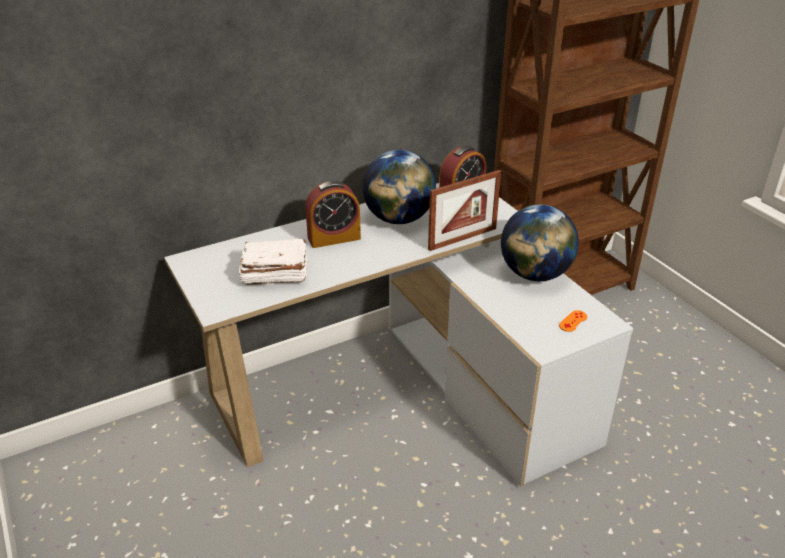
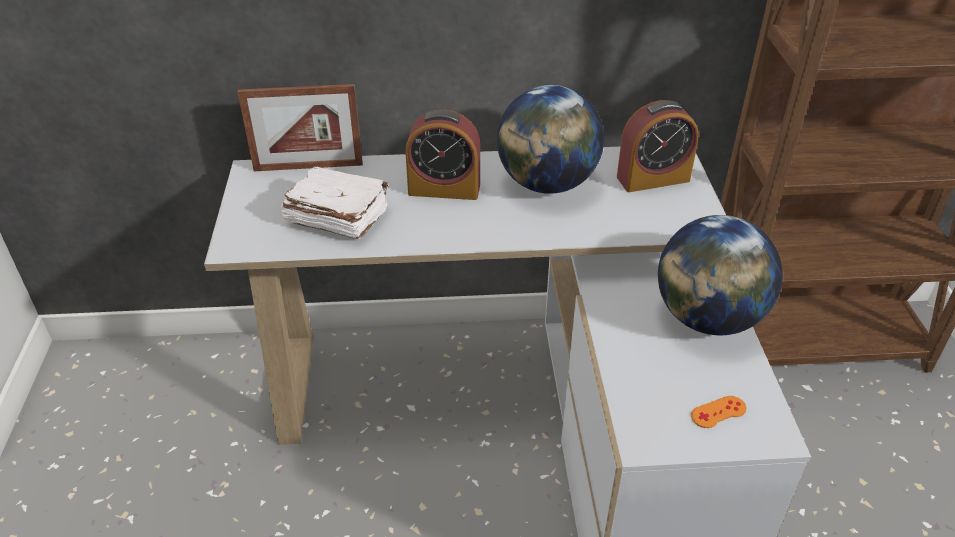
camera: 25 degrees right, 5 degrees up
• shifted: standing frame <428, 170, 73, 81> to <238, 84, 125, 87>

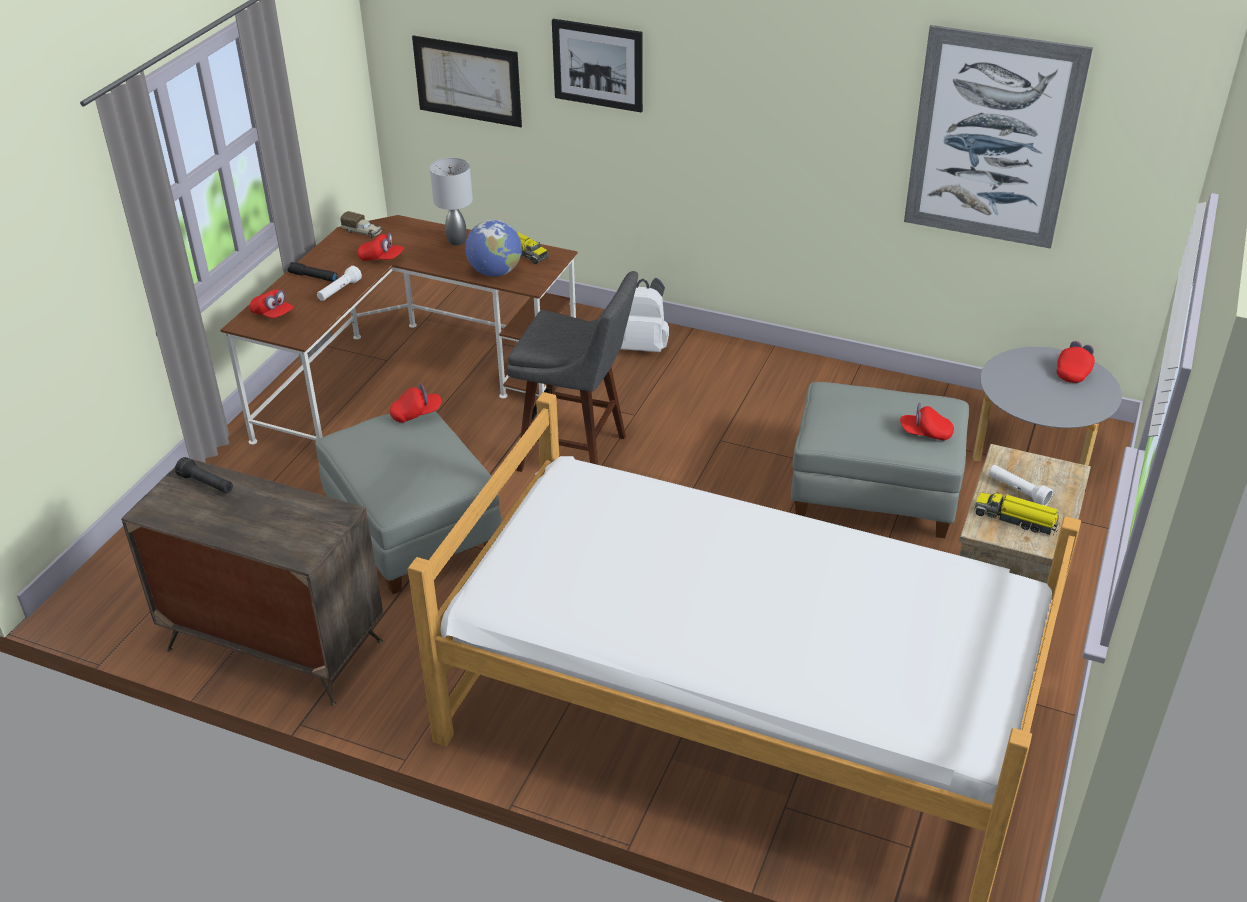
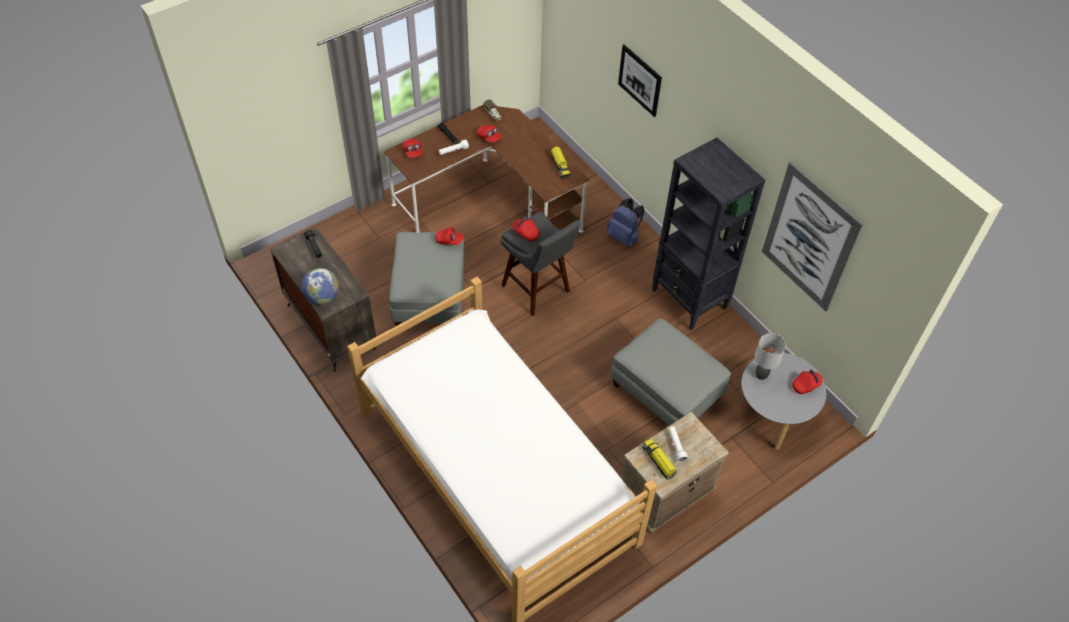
camera: 30 degrees right, 15 degrees up
• gone: wall picture <412, 36, 110, 91>
• shifted: table lamp (gray) <430, 158, 43, 87> to <754, 333, 32, 47>
• shifted: globe <465, 220, 57, 57> to <302, 268, 37, 37>
• repainted: knapsack (white-coloured) <621, 278, 48, 74> to knapsack (blue-coloured) <607, 199, 37, 48>
• shifted: baseball cap (red-coloured) <900, 403, 54, 38> to <513, 216, 26, 25>
• new: bookshelf (black-coloured) <652, 137, 113, 193>

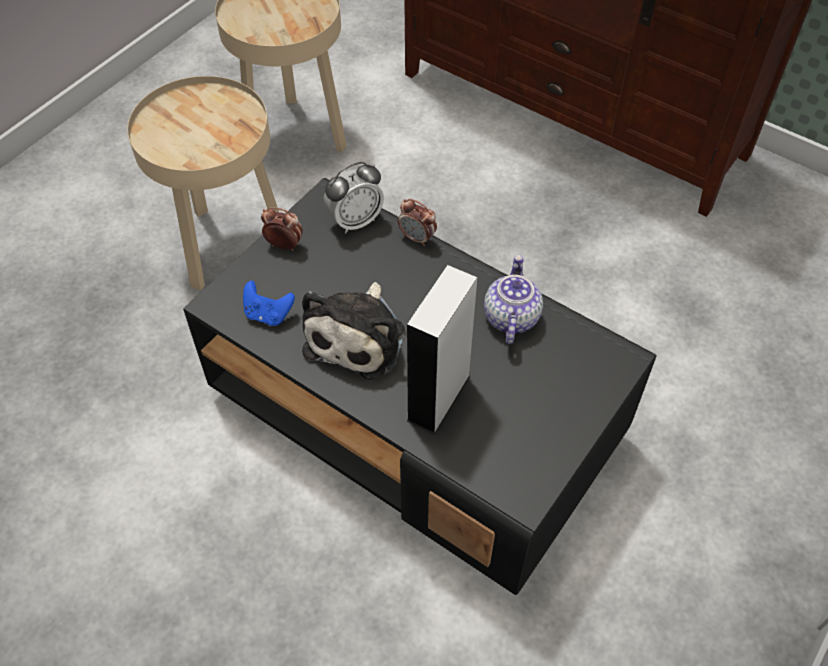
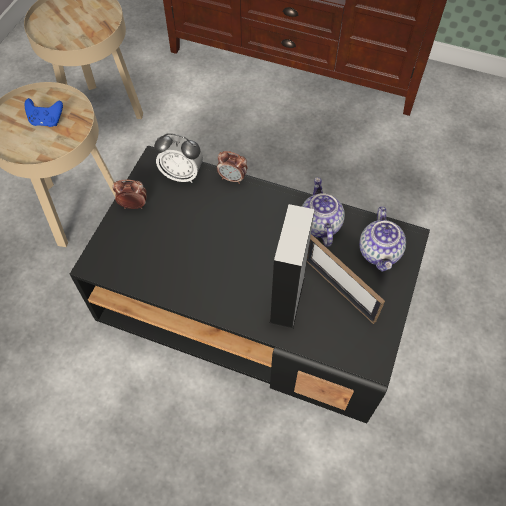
camera: 15 degrees left, 5 degrees up
• shifted: joypad (blue-coloured) <243, 281, 52, 45> to <25, 98, 38, 29>
• gone: soft toy <302, 282, 103, 98>
• rotated: table clock <324, 162, 60, 71> = <154, 133, 49, 50> 60 degrees clockwise
• new: standing frame <307, 234, 78, 90>
• new: pot for tea <359, 207, 47, 65>

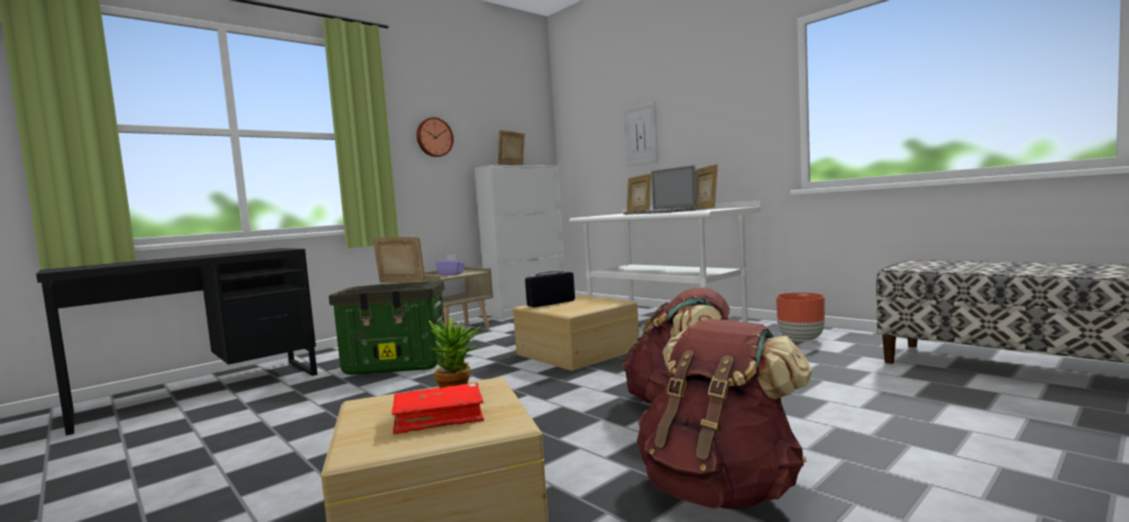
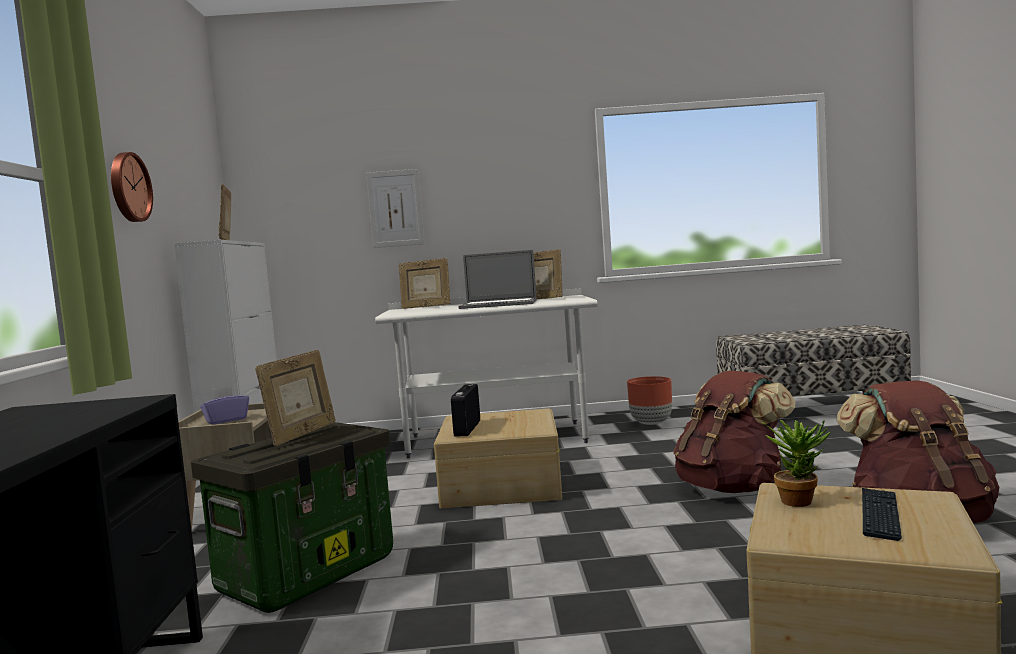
camera: 50 degrees left, 0 degrees up
• rotated: standing frame <373, 237, 53, 46> = <255, 350, 81, 96> 150 degrees clockwise
• swapped: volume (red-coloured) <392, 383, 92, 51> to computer keyboard <862, 488, 40, 53>

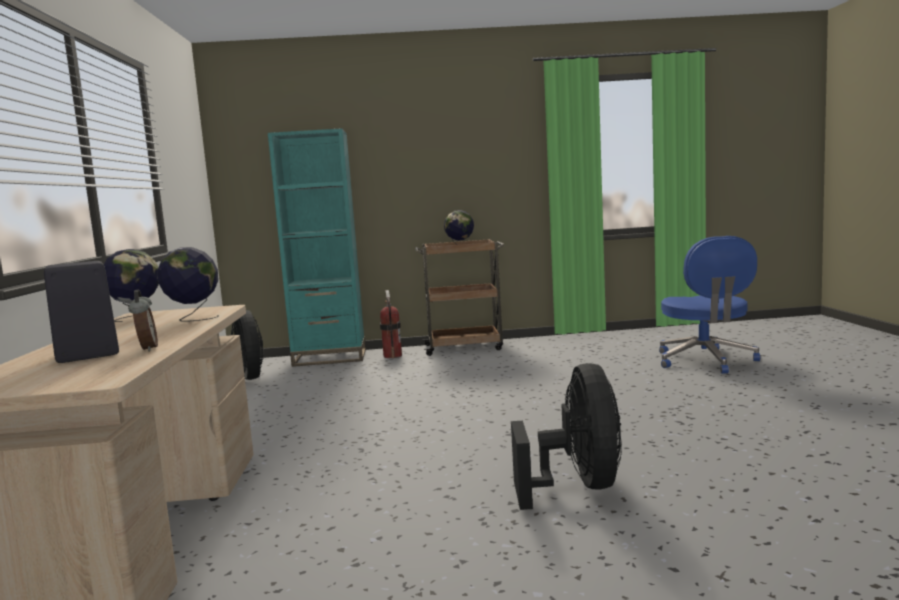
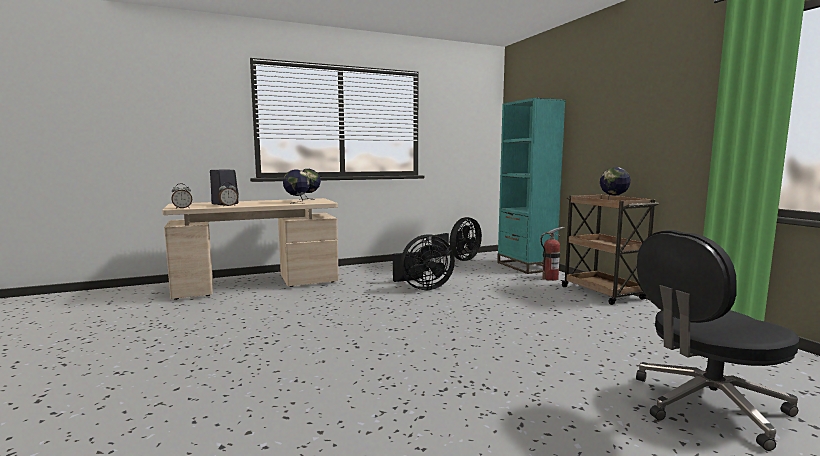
camera: 70 degrees right, 0 degrees up
• shifted: fan (black-coloured) <511, 363, 111, 147> to <393, 234, 62, 56>
• repainted: desk chair (blue-coloured) <659, 236, 101, 138> to desk chair (black-coloured) <636, 230, 163, 221>
• new: table clock <171, 183, 21, 26>

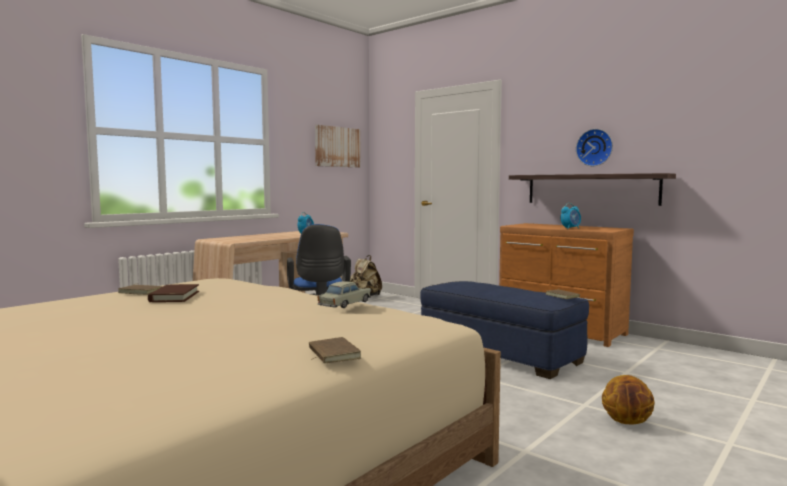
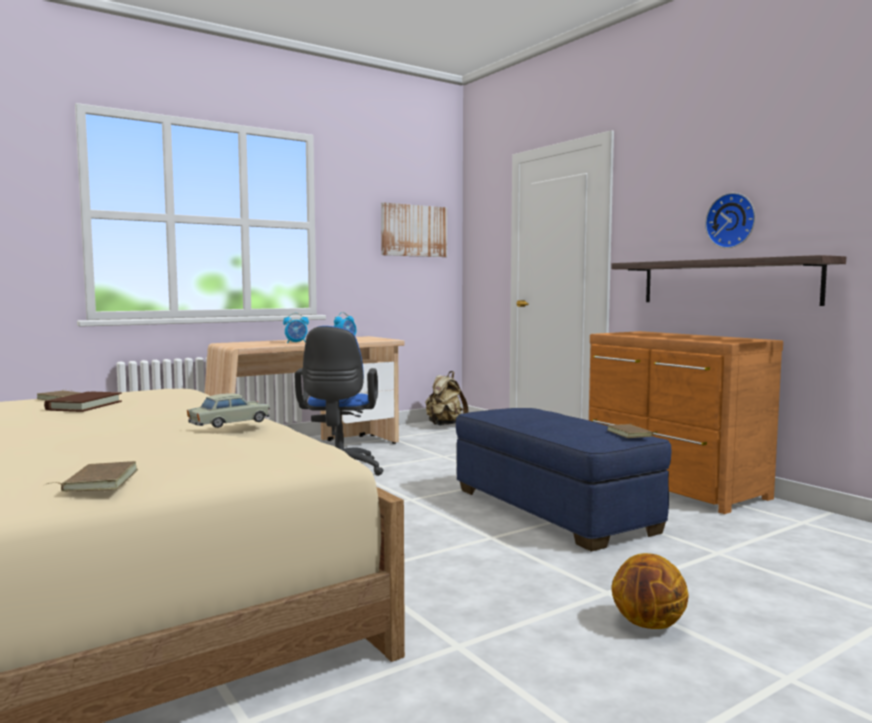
camera: 15 degrees right, 0 degrees up
• shifted: table clock <561, 203, 20, 26> to <283, 313, 26, 31>

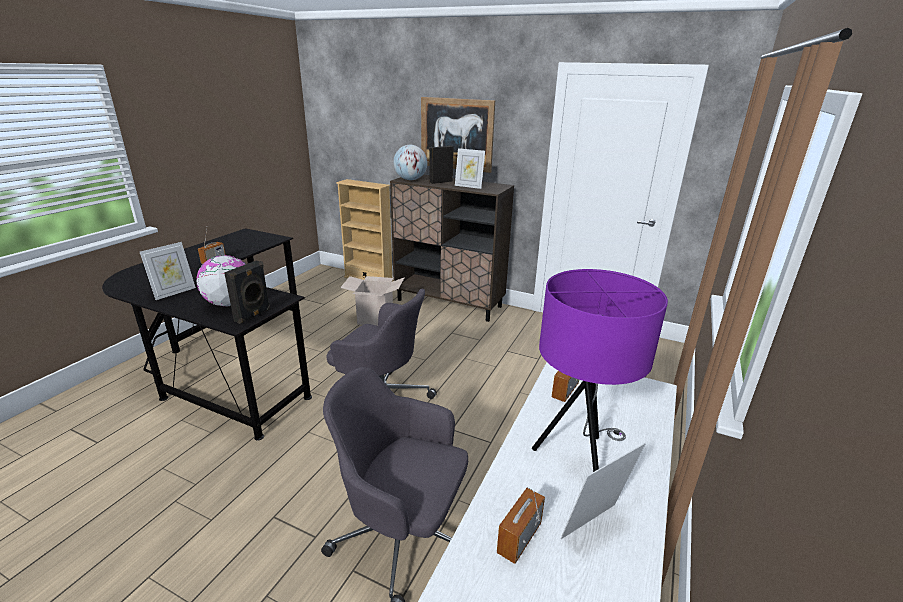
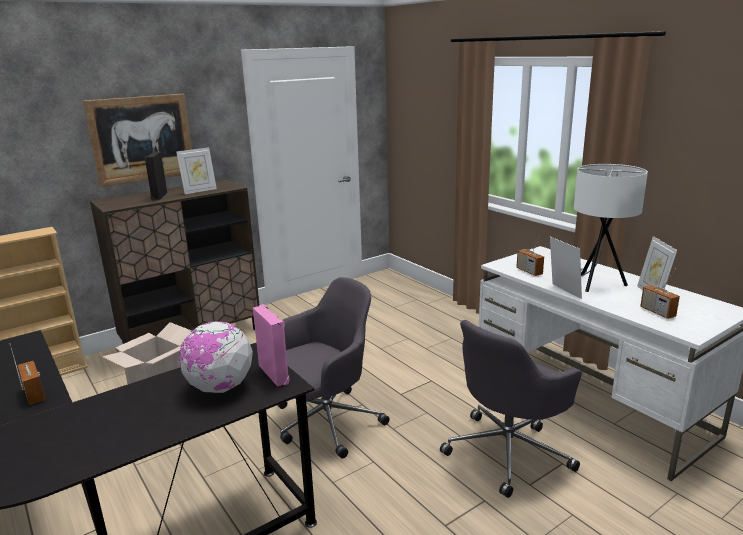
camera: 60 degrees left, 5 degrees down
• shifted: standing frame <140, 242, 56, 58> to <550, 237, 32, 62>
• repainted: audio speaker (black-coloured) <224, 260, 46, 64> to audio speaker (pink-coloured) <253, 304, 37, 83>
• gone: globe <393, 145, 35, 35>
• repainted: table lamp (purple-coloured) <532, 269, 136, 203> to table lamp (white-coloured) <574, 164, 74, 128>

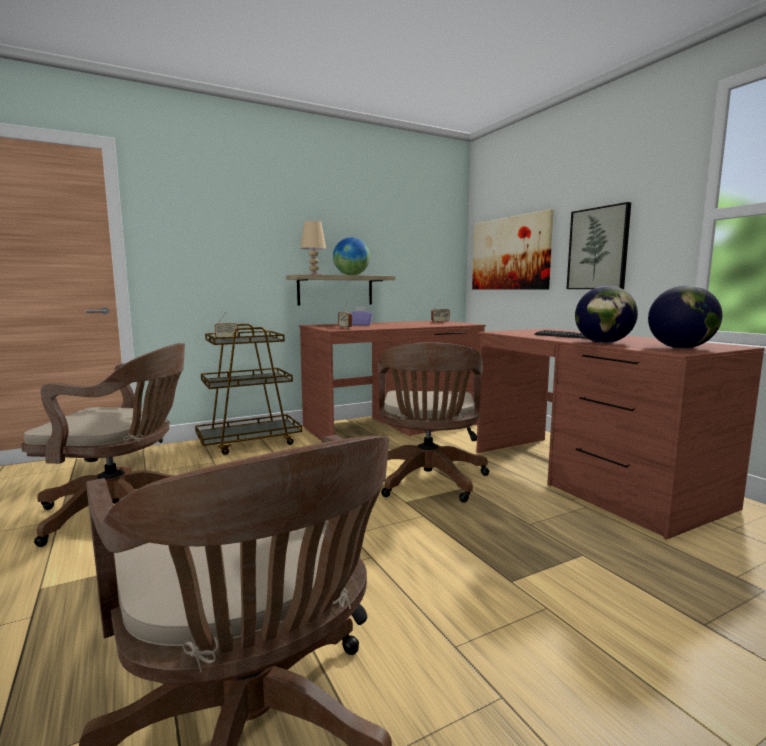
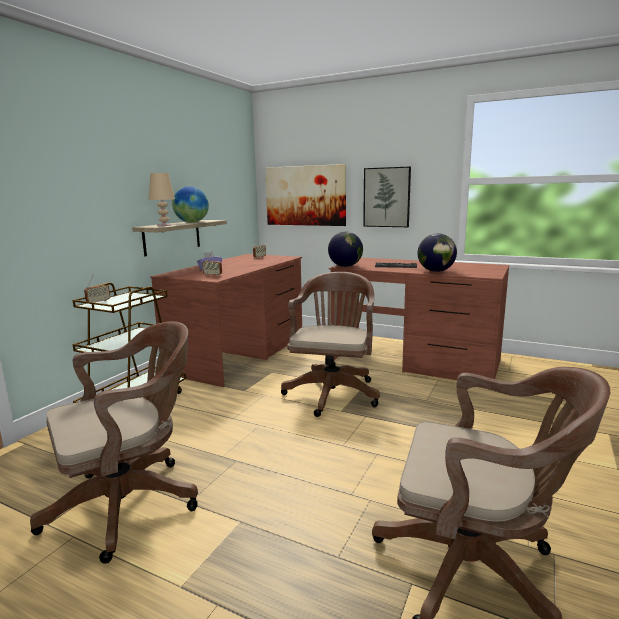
camera: 35 degrees left, 5 degrees up
• rotated: desk chair (brown-coloured) <378, 342, 111, 161> = <281, 272, 99, 145> 135 degrees counterclockwise
• shifted: globe <648, 285, 74, 64> to <328, 232, 35, 35>

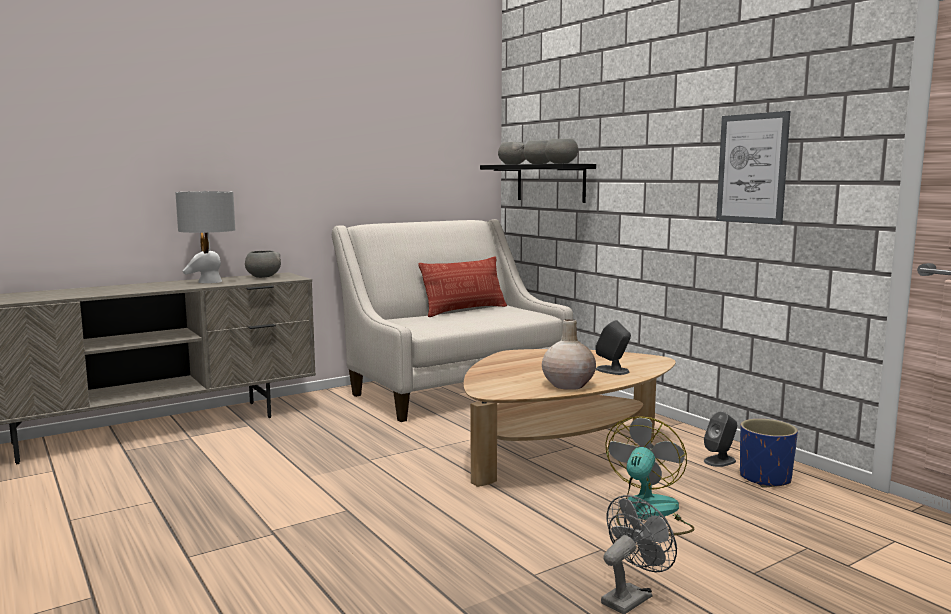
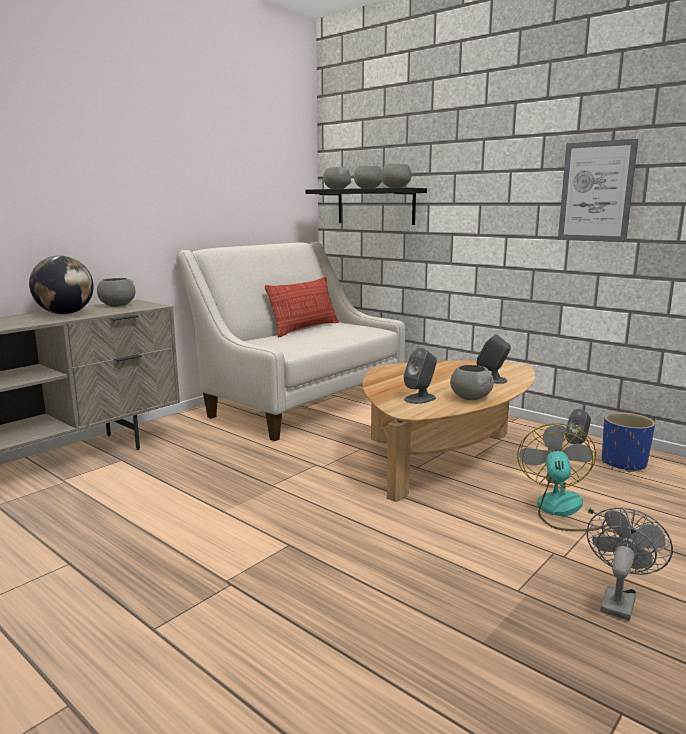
camera: 15 degrees left, 5 degrees up
• swapped: table lamp (gray) <175, 191, 60, 92> to globe <29, 256, 65, 58>
• swapped: flower vase (sand-coloured) <542, 319, 54, 71> to serving bowl (gray) <450, 365, 44, 35>
• new: audio speaker (gray) <404, 348, 33, 56>

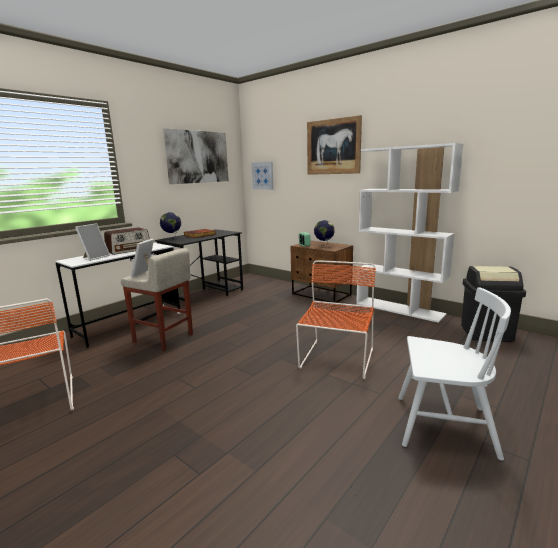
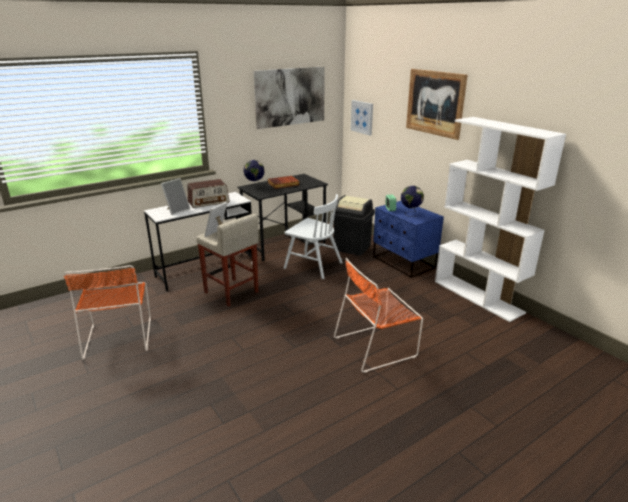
camera: 15 degrees right, 10 degrees up
• repainted: bedside table (brown-coloured) <291, 241, 62, 62> to bedside table (blue-coloured) <373, 201, 71, 77>
• rotated: chair (orange) <296, 260, 80, 119> = <334, 258, 89, 115> 150 degrees counterclockwise
• shifted: chair (white-coloured) <398, 287, 113, 173> to <284, 194, 59, 85>
• shifted: trash can (black-coloured) <461, 266, 65, 76> to <334, 195, 41, 61>

